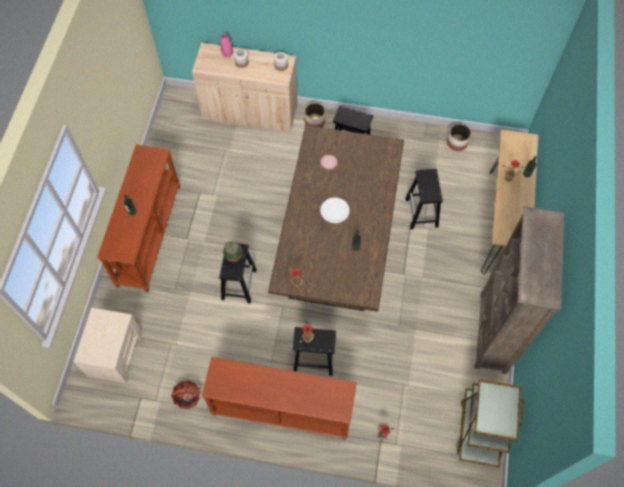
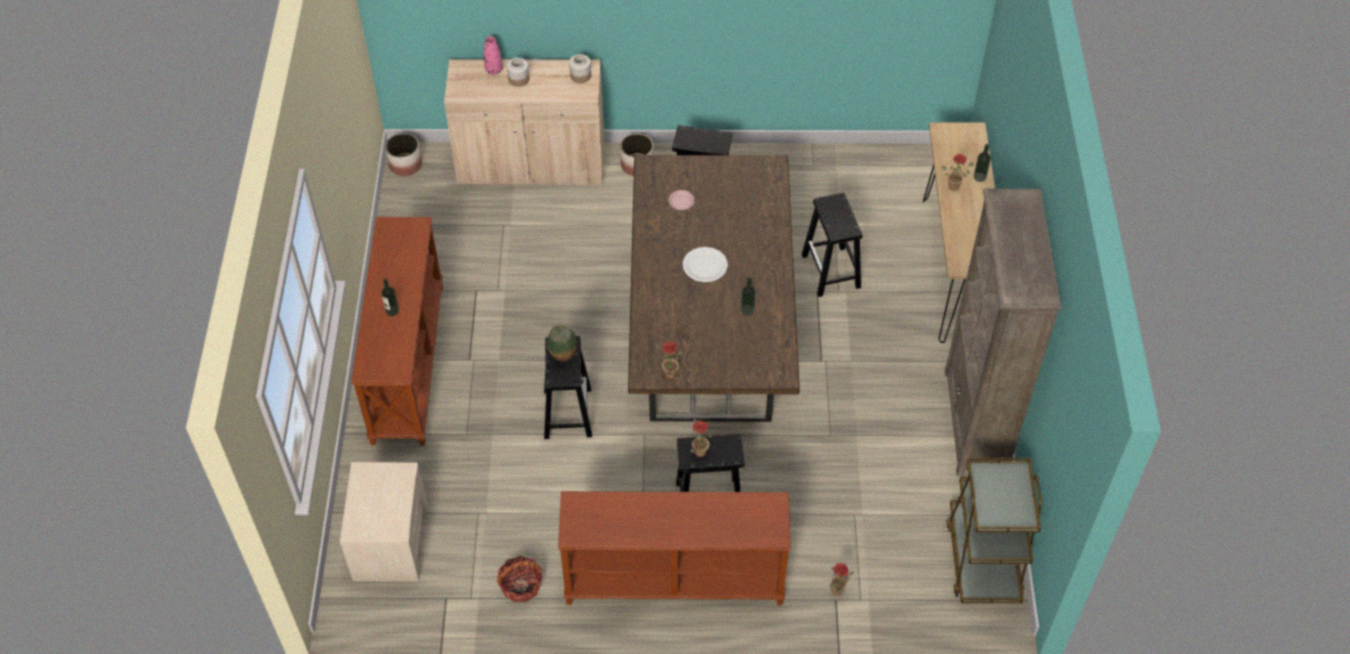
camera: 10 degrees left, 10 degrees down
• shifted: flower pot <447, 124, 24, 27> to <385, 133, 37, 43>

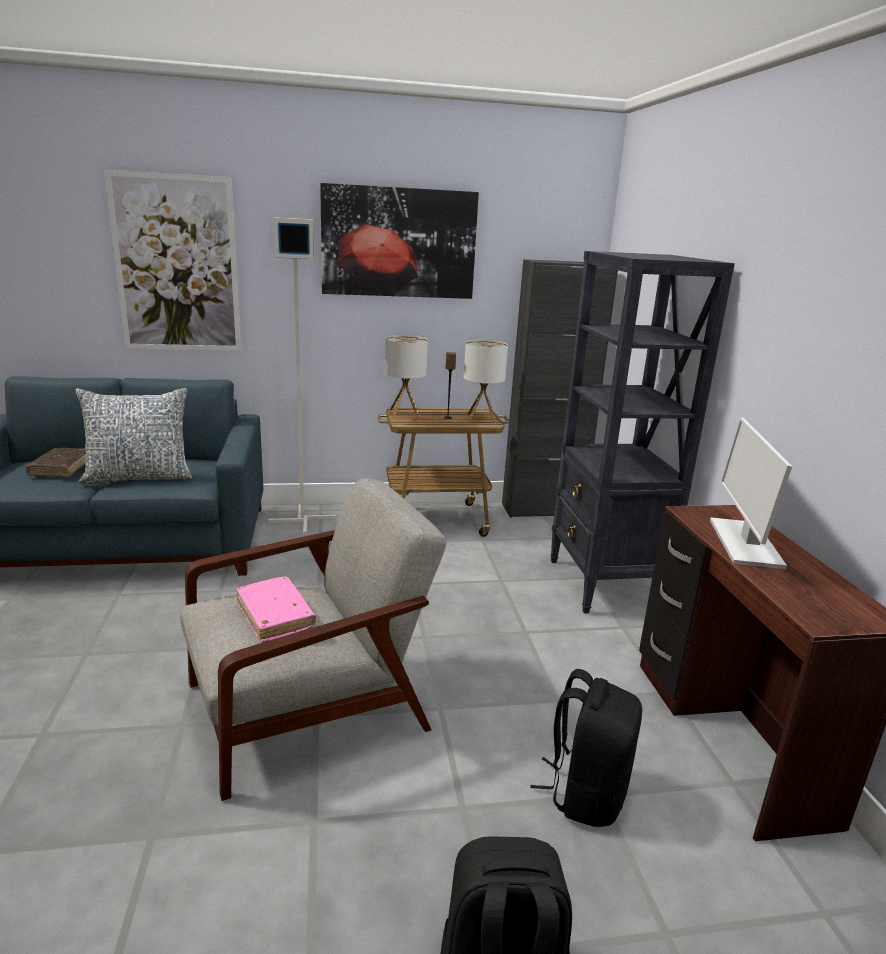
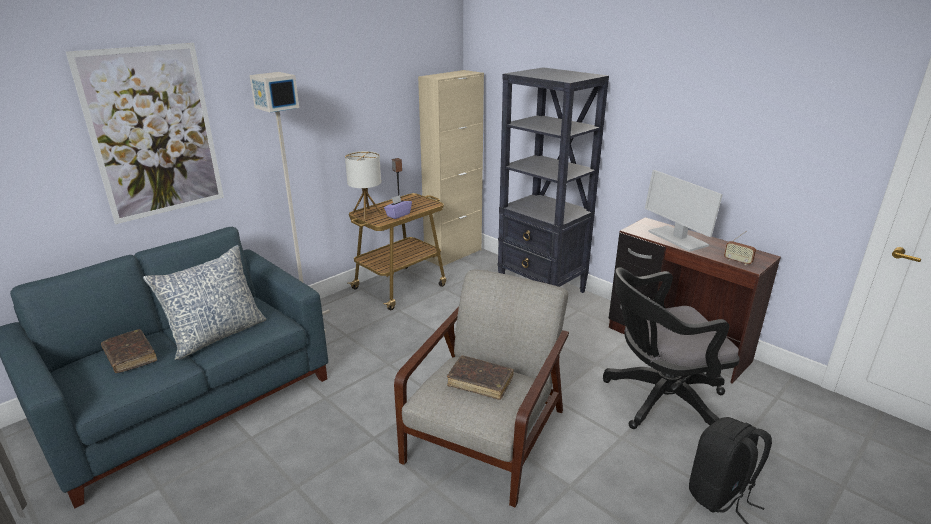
camera: 35 degrees left, 5 degrees up
• repainted: volume (pink-coloured) <237, 577, 79, 66> to volume (brown-coloured) <447, 355, 67, 45>
• gone: wall picture <320, 183, 159, 116>
• gone: table lamp <464, 340, 44, 82>
• repainted: cupboard (black-coloured) <502, 259, 116, 259> to cupboard (sand-coloured) <418, 70, 66, 196>
• swapped: knapsack (black-coloured) <531, 669, 111, 158> to desk chair (black-coloured) <603, 267, 137, 162>
• new: tissue holder (purple-coloured) <384, 195, 28, 24>
• new: radio receiver <724, 231, 32, 34>

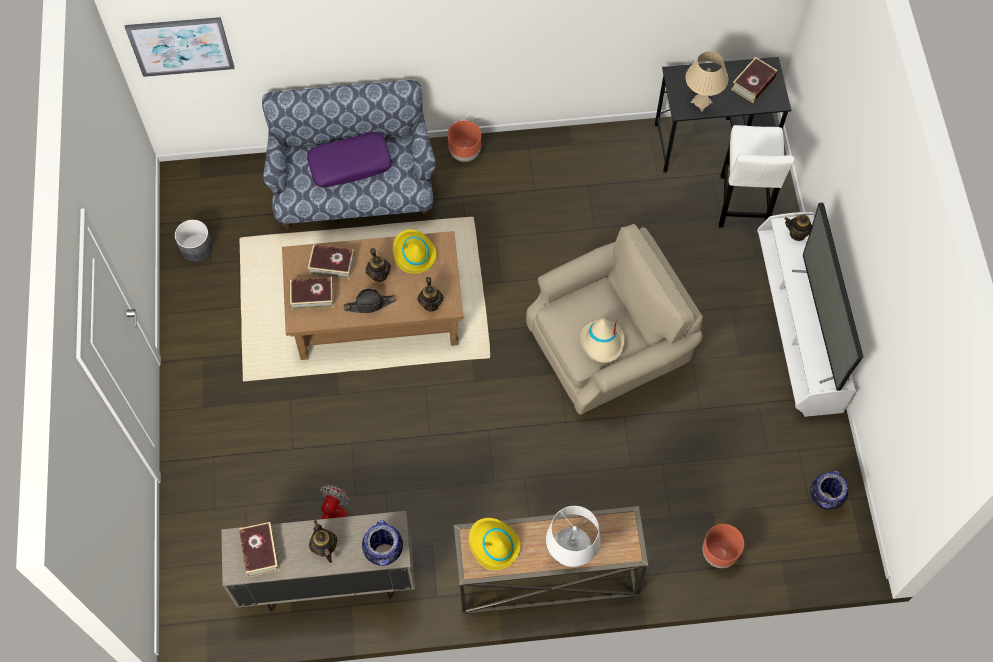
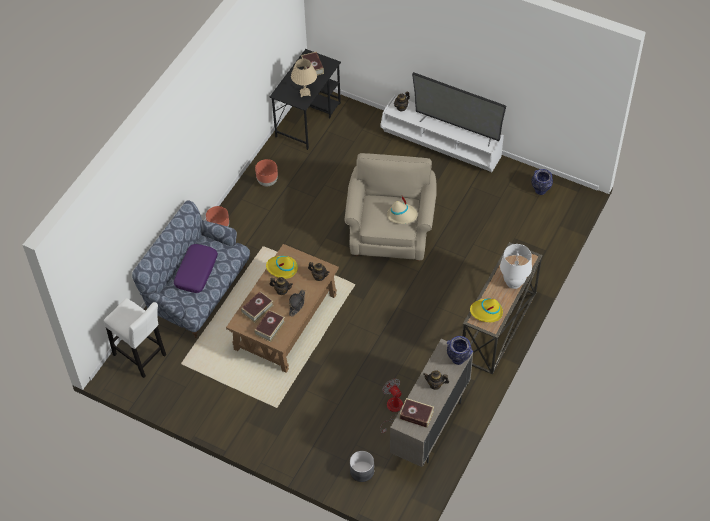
camera: 55 degrees left, 10 degrees down
• gone: wall picture <125, 17, 109, 60>
• shifted: flower pot (gray) <175, 220, 38, 42> to <350, 451, 24, 31>
• shifted: flower pot (brown-coloured) <703, 524, 41, 44> to <255, 159, 23, 27>
• shifted: stool seat (white-coloured) <719, 125, 76, 103> to <104, 298, 62, 80>

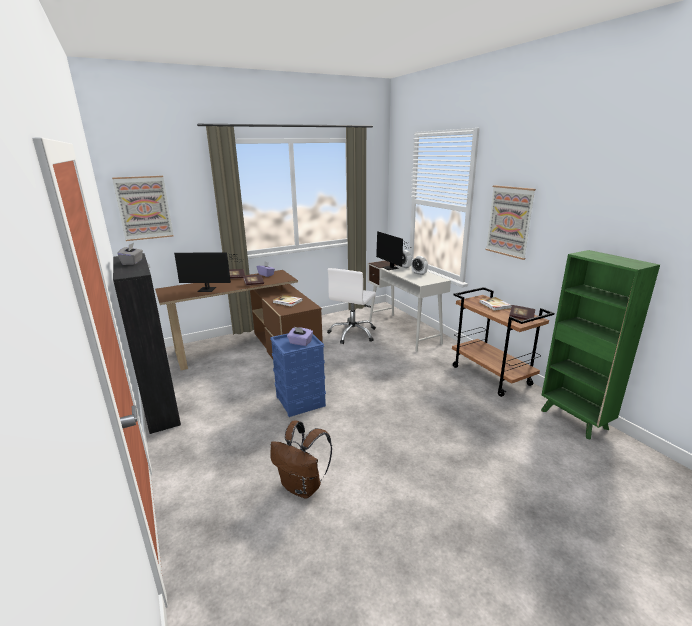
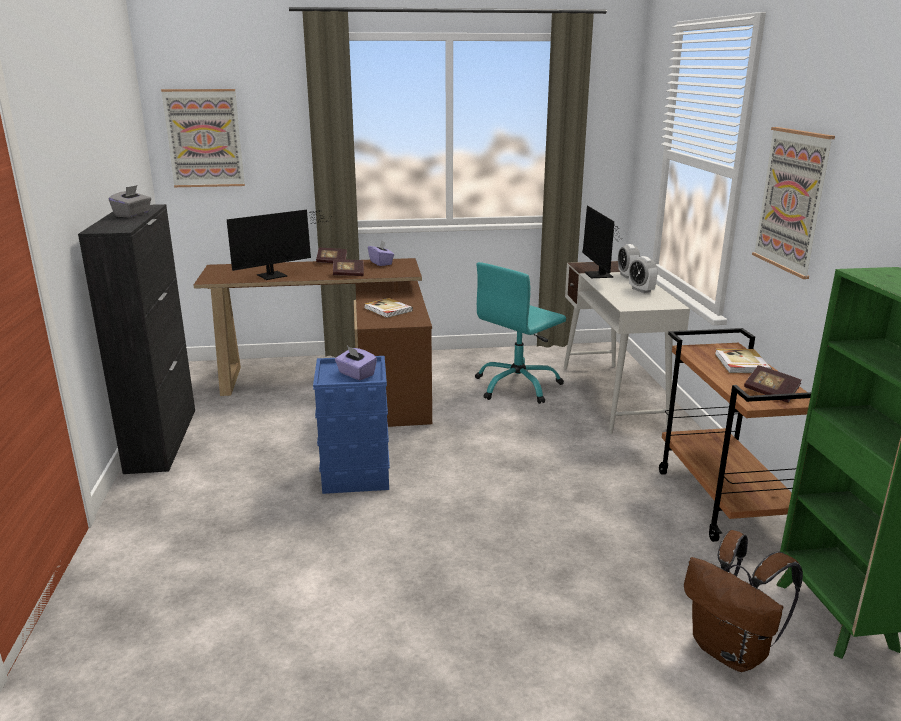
camera: 20 degrees right, 0 degrees up
• rotated: monitor <174, 252, 71, 40> = <226, 210, 101, 70> 60 degrees counterclockwise
• shifted: knapsack (brown-coloured) <270, 421, 62, 78> to <684, 530, 119, 142>
• repainted: desk chair (white-coloured) <327, 268, 49, 76> to desk chair (turquoise) <475, 262, 91, 142>

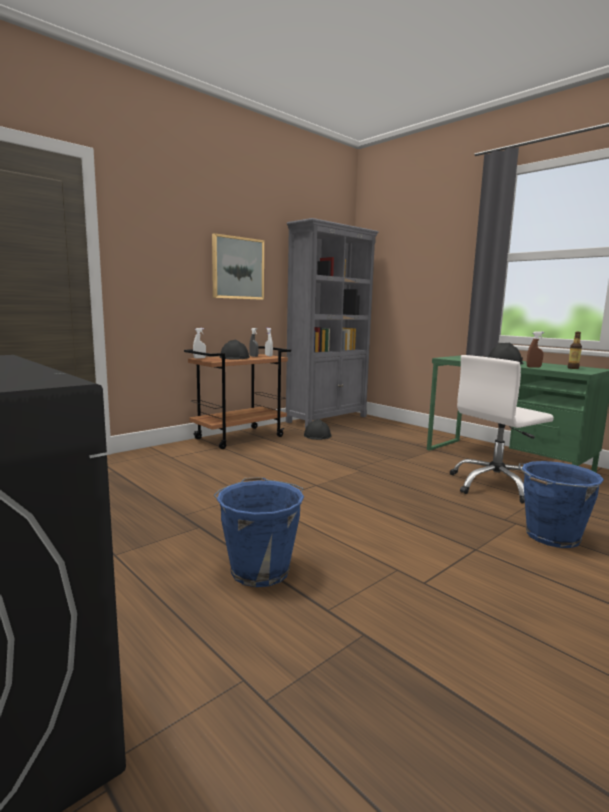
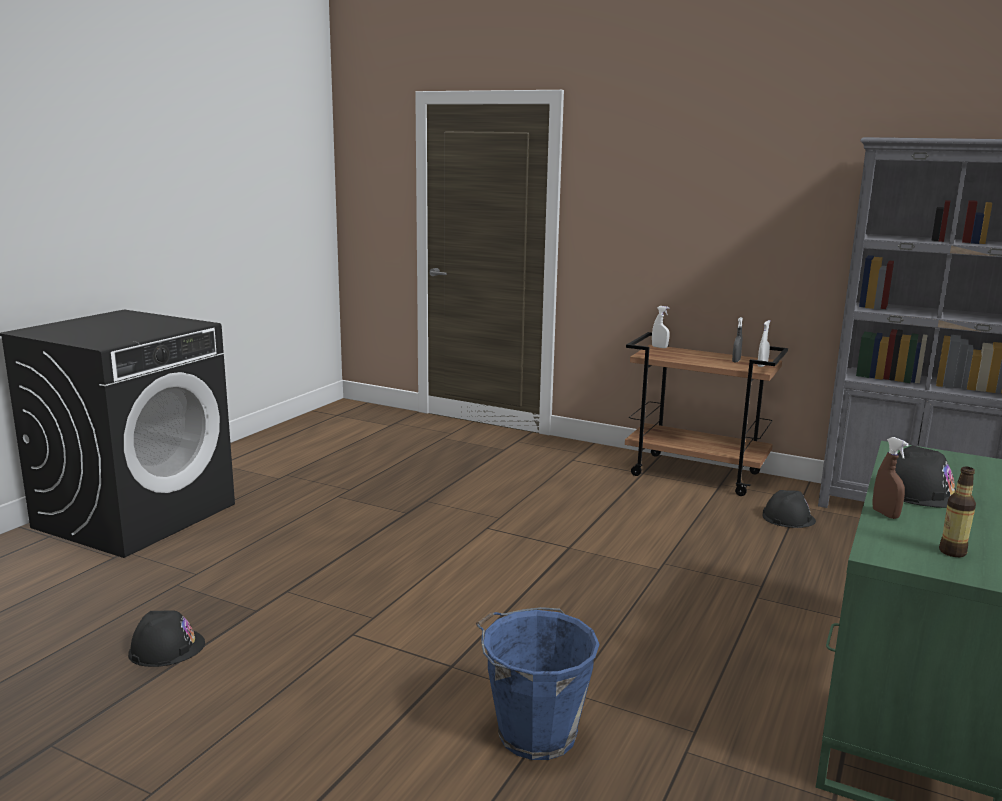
camera: 70 degrees right, 5 degrees up
• gone: wall picture <212, 233, 52, 67>
• gone: water bucket (blue-coloured) <213, 477, 91, 110>
• shifted: hard hat (black-coloured) <220, 340, 30, 20> to <128, 610, 77, 57>
• gone: desk chair (white-coloured) <450, 355, 104, 149>

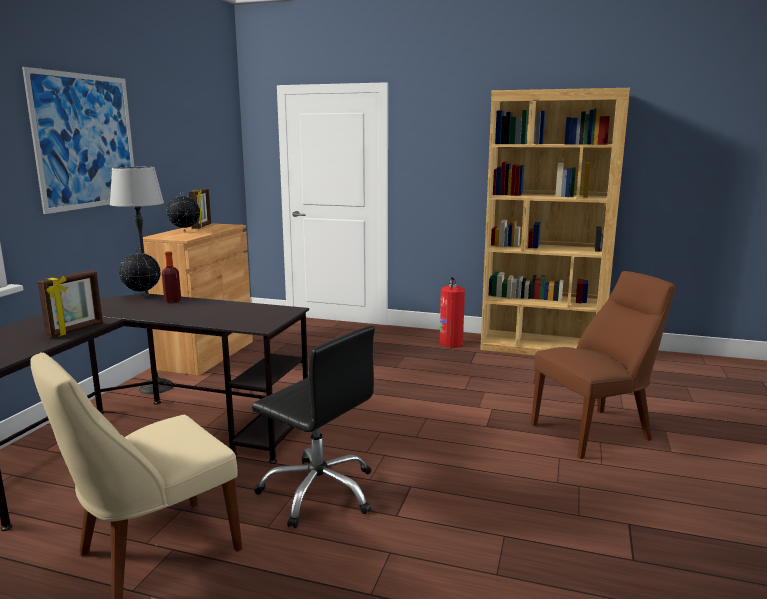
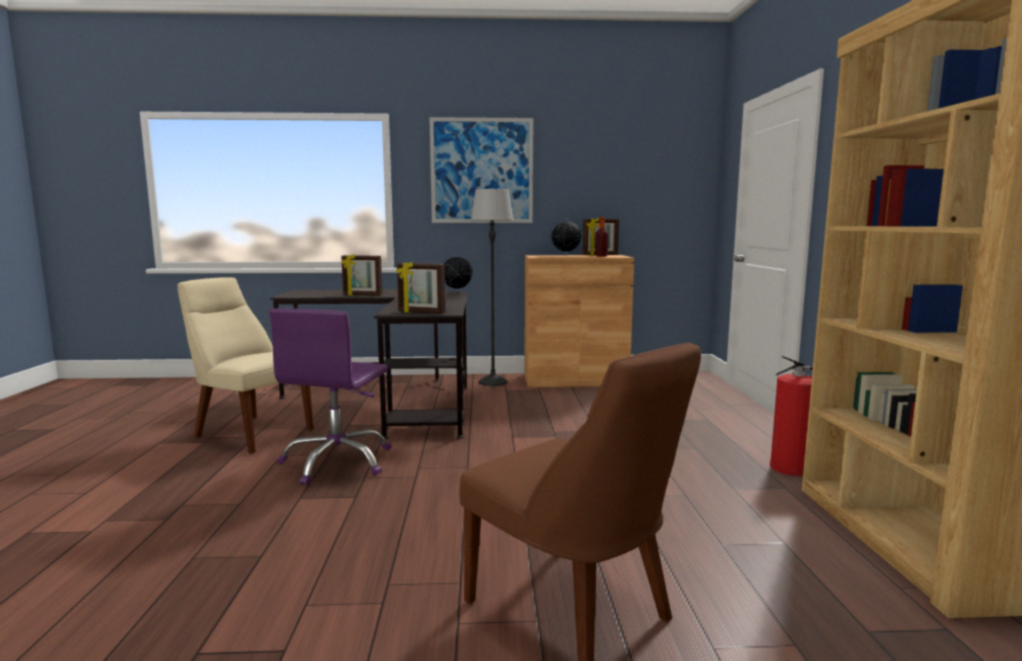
camera: 70 degrees right, 5 degrees down
• shifted: beverage bottle <162, 251, 19, 51> to <595, 217, 13, 40>
• repainted: desk chair (black-coloured) <252, 326, 123, 202> to desk chair (purple-coloured) <269, 308, 122, 177>
• new: standing frame <396, 262, 49, 52>

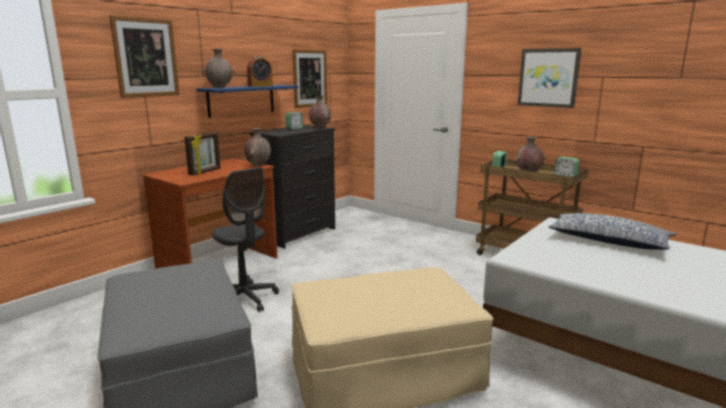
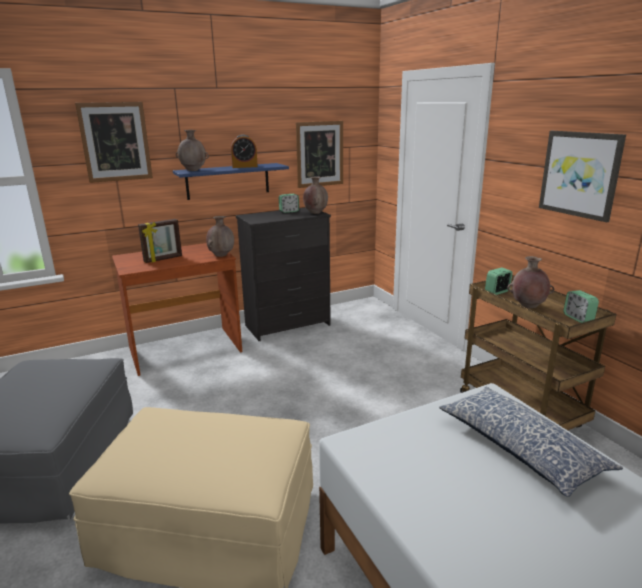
camera: 25 degrees right, 5 degrees up
• gone: desk chair (gray) <212, 168, 67, 144>

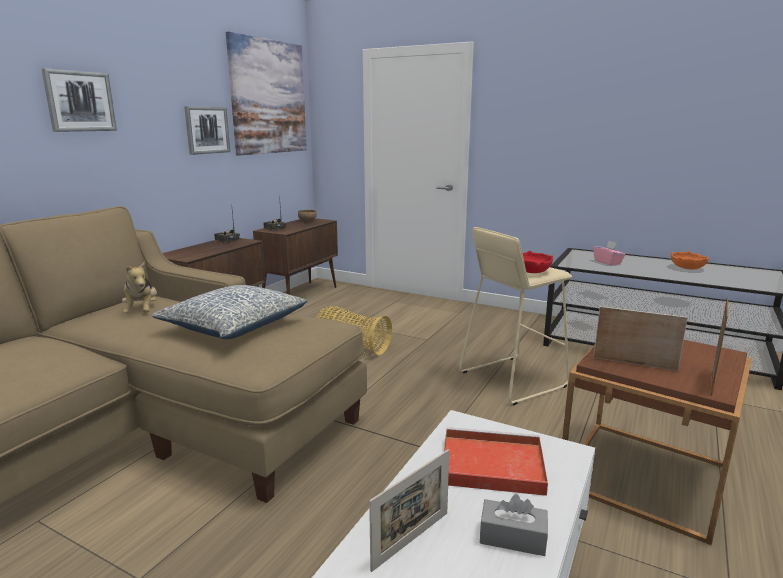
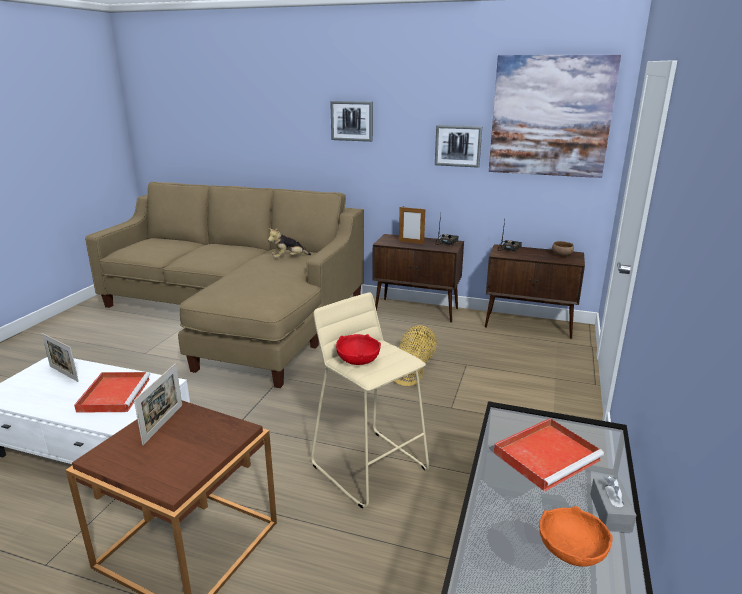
camera: 80 degrees right, 5 degrees up
• gone: pillow <152, 285, 156, 54>
• shifted: tissue holder (gray) <480, 494, 68, 62> to <590, 476, 46, 57>
• swapped: tissue holder (pink-coloured) <593, 241, 32, 25> to serving tray (red-coloured) <494, 418, 110, 74>
• shifted: standing frame <710, 298, 18, 98> to <399, 207, 26, 37>

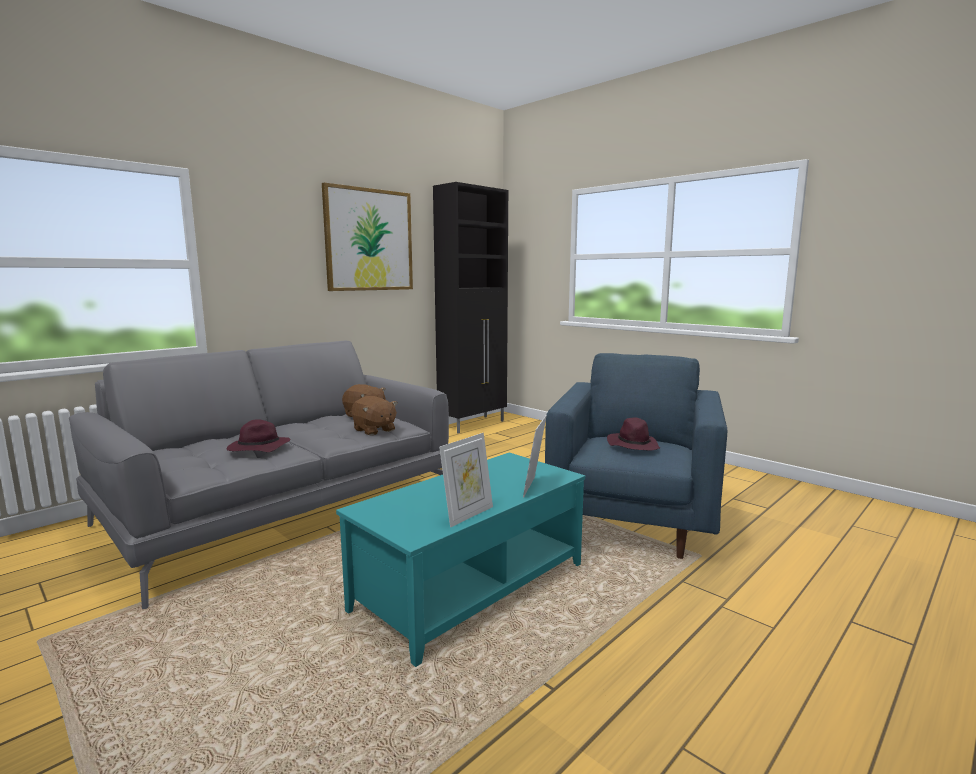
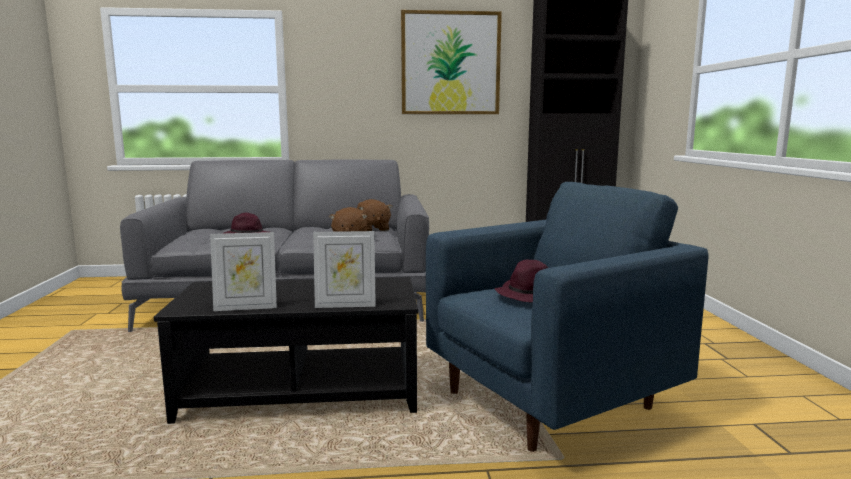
camera: 40 degrees right, 0 degrees up
• repainted: coffee table (turquoise) <336, 453, 249, 214> to coffee table (black-coloured) <154, 277, 264, 147>
• rotated: standing frame <523, 415, 24, 83> = <313, 231, 63, 77> 150 degrees counterclockwise

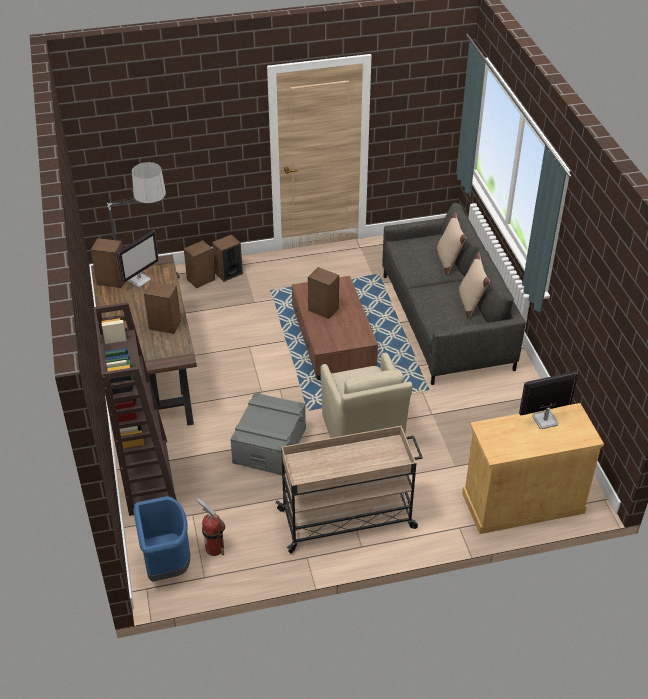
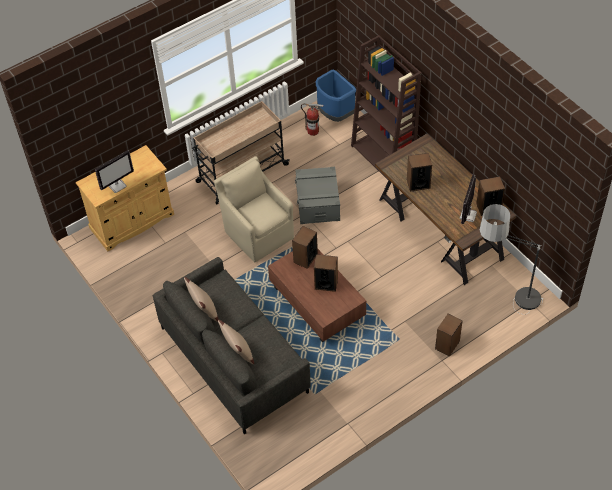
camera: 160 degrees right, 10 degrees up
• shifted: audio speaker <184, 240, 31, 49> to <292, 226, 26, 43>

